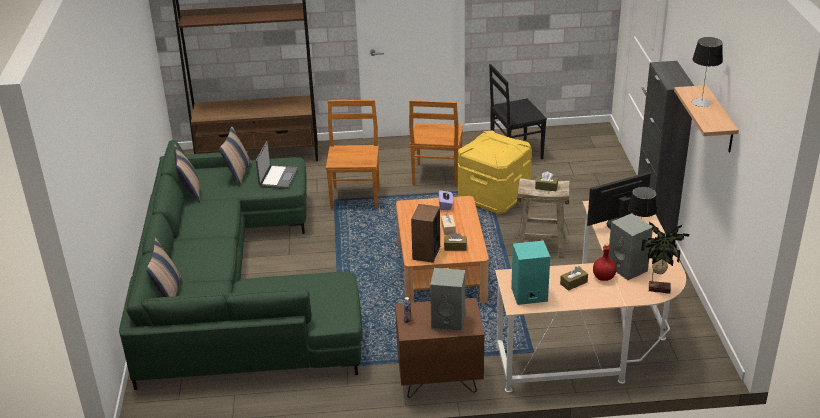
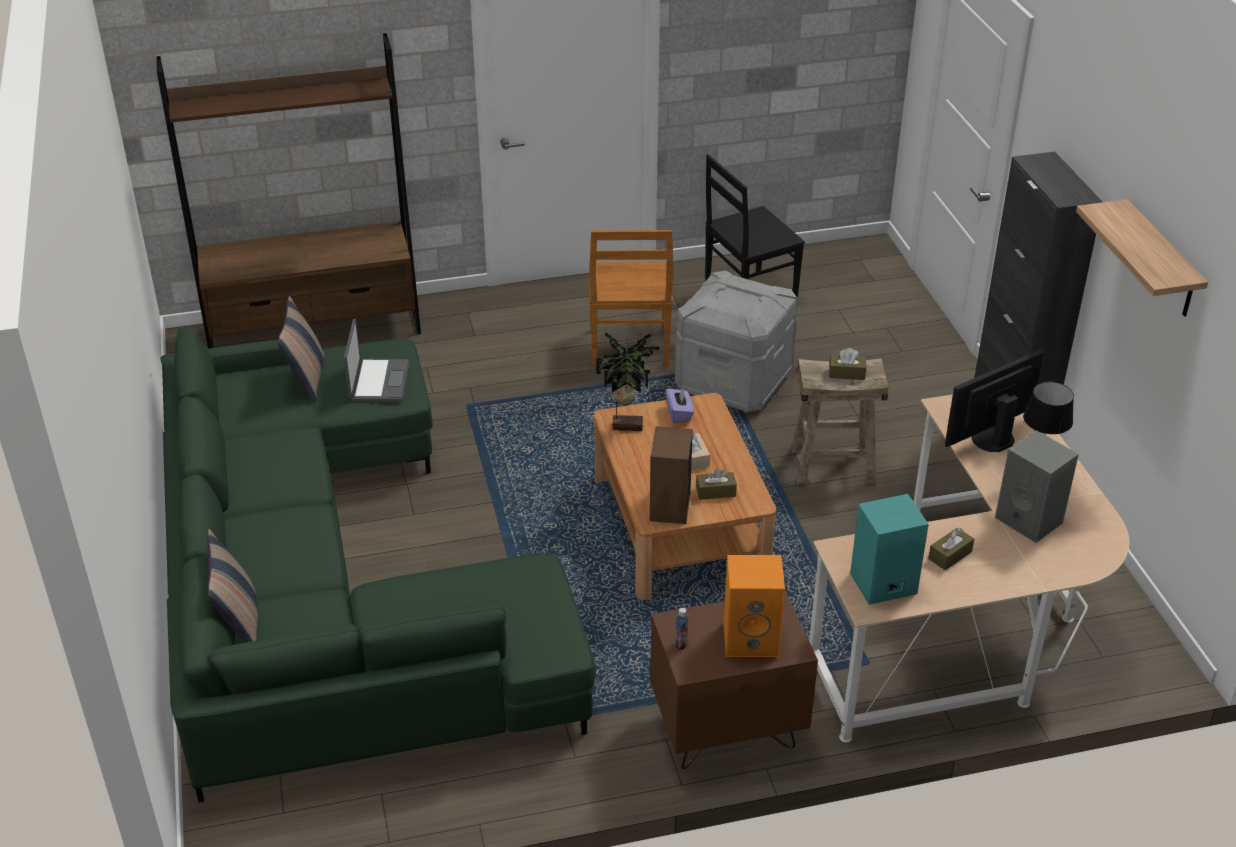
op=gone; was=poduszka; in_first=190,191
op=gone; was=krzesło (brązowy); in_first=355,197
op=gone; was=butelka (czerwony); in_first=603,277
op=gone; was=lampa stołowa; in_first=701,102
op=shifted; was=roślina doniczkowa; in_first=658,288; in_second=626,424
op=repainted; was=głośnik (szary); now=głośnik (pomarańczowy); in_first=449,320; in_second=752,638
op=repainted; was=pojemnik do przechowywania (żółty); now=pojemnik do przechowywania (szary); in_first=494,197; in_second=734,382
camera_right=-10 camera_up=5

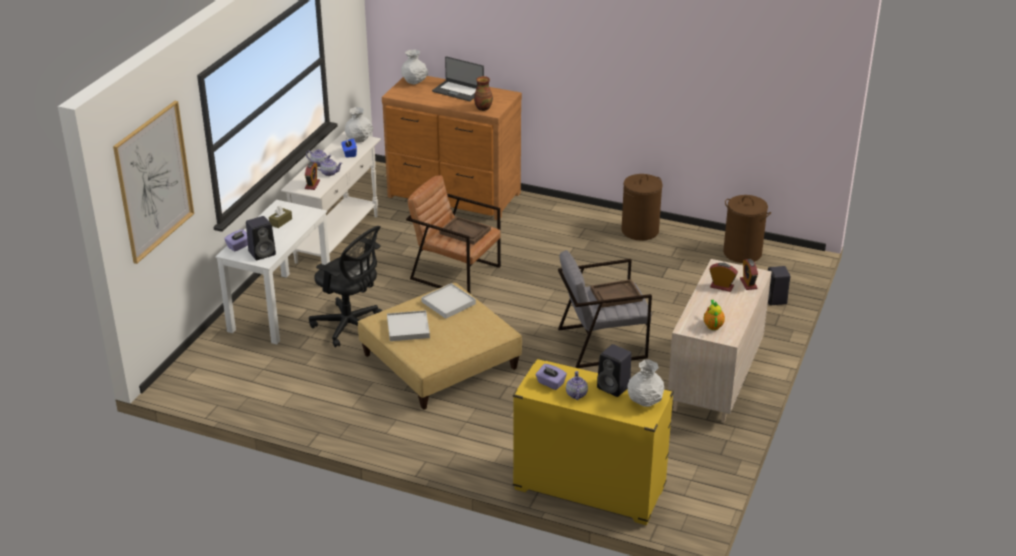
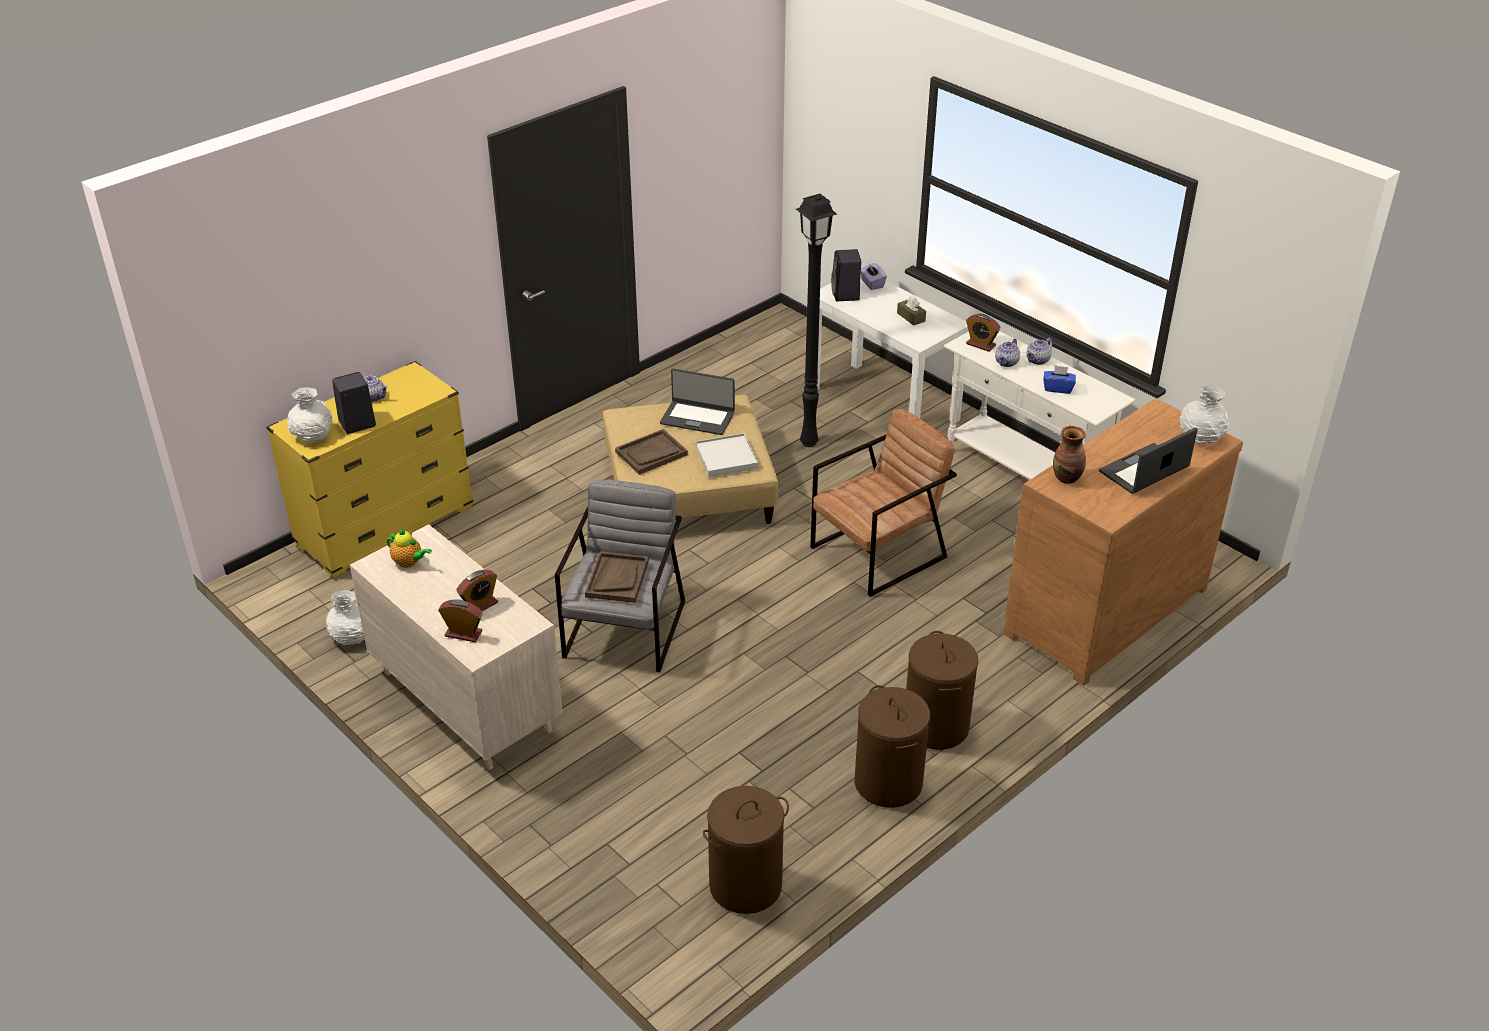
op=gone; was=obraz; in_first=154,181
op=gone; was=pudełko chusteczek (fioletowy); in_first=550,383
op=gone; was=głośnik (czarny); in_first=775,300
op=new; now=kosz na pranie (brązowy); in_second=936,727
op=shifted; was=wazon (biały); in_first=359,139; in_second=351,638
op=shifted; was=taca (brązowy); in_first=465,232; in_second=651,453
op=swapped; was=krzesło biurowe (czarny); now=lampa stojąca (czarny); in_first=350,327; in_second=807,442
op=swapped; was=taca (biały); now=laptop; in_first=408,328; in_second=697,418
camera_right=115 camera_up=5

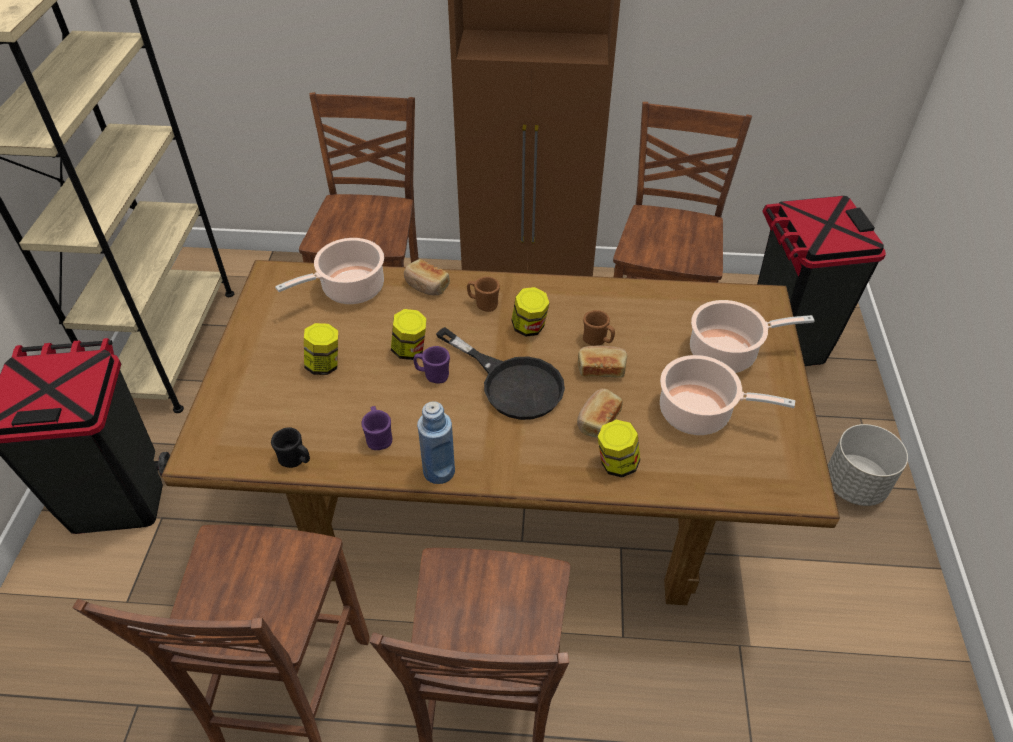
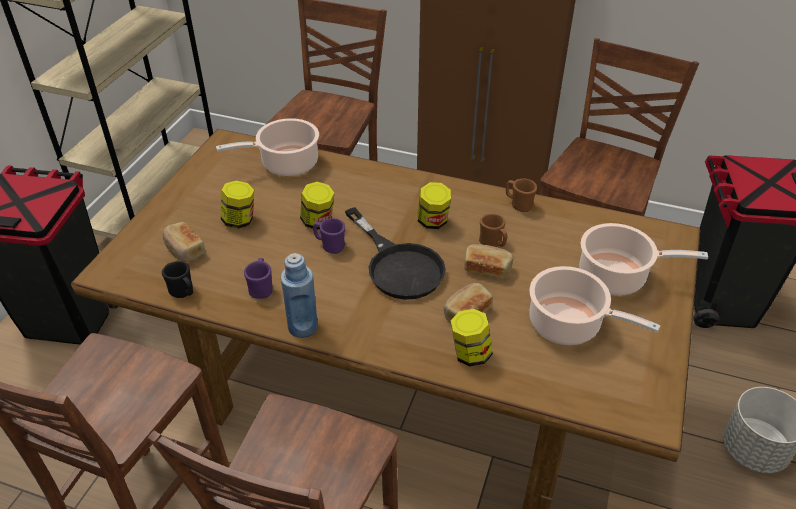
op=shifted; was=chleb; in_first=426,285; in_second=184,250
op=shifted; was=kubek (brązowy); in_first=483,304; in_second=518,205
camera_right=15 camera_up=-5

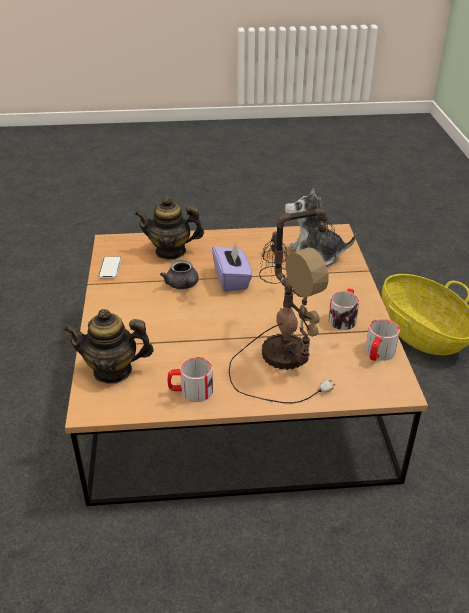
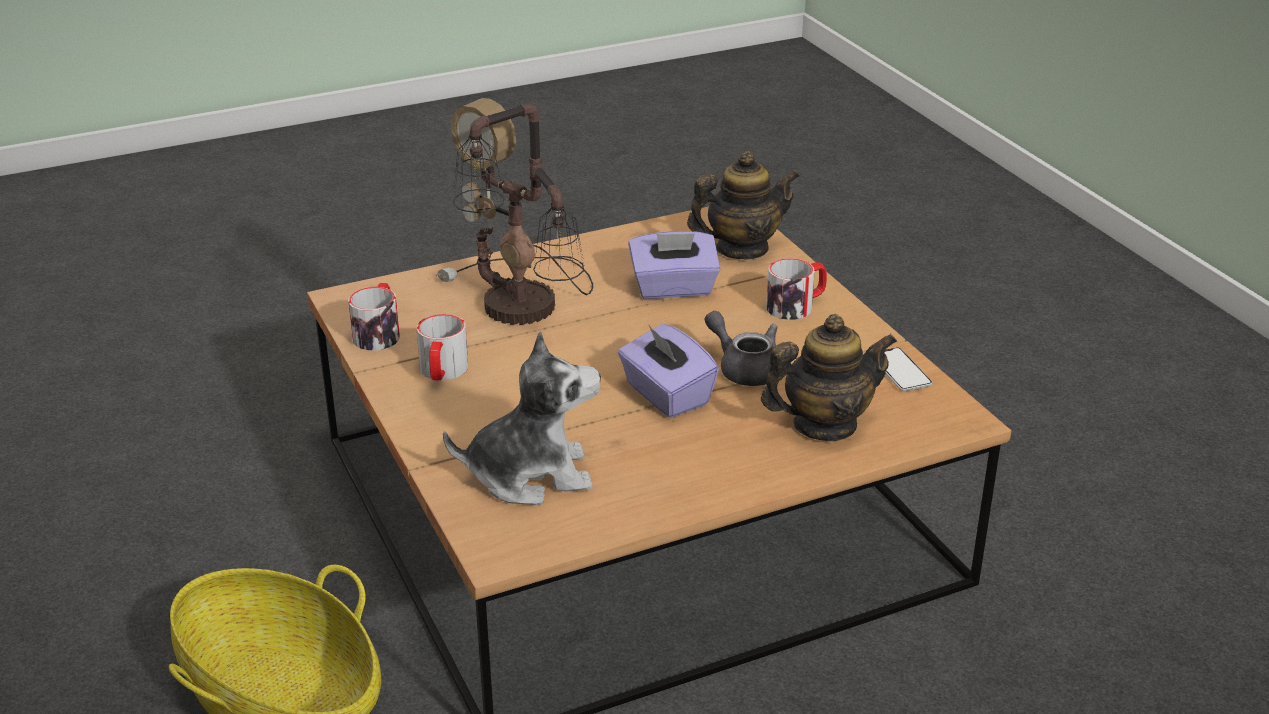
op=new; now=pudełko chusteczek (fioletowy); in_second=673,288
op=shifted; was=kubek; in_first=190,391; in_second=796,306
camera_right=160 camera_up=-5

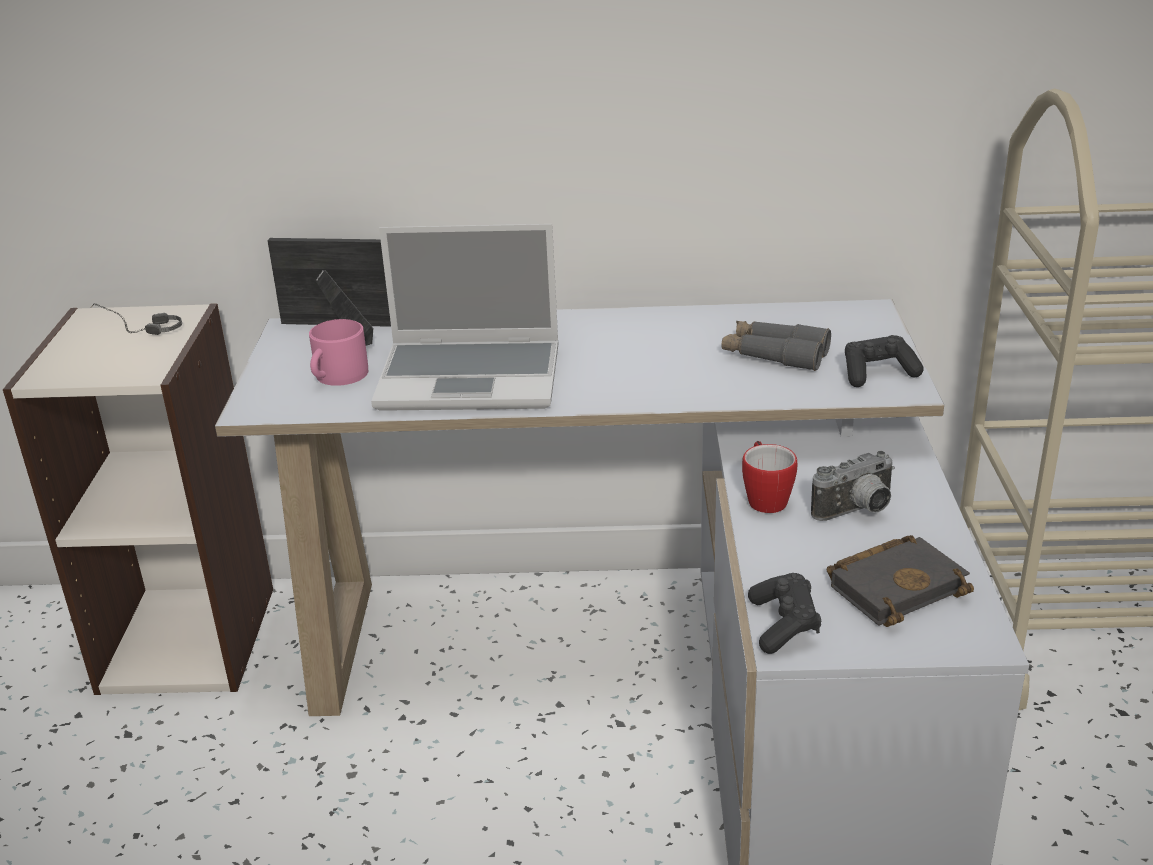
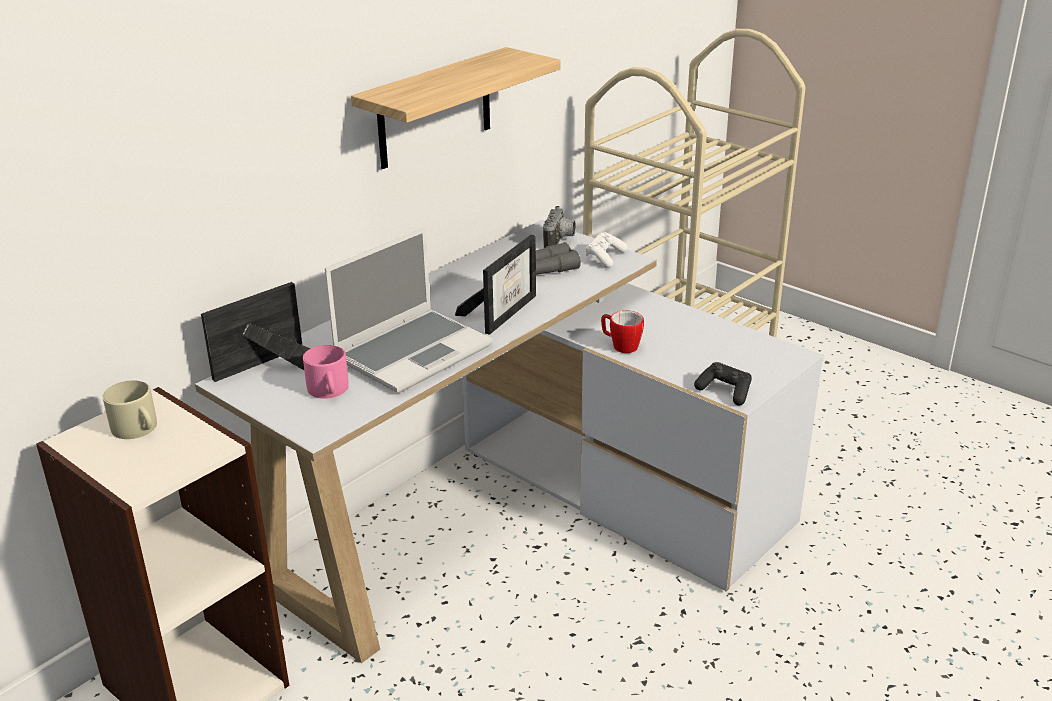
op=gone; was=książka (czarny); in_first=897,585
op=new; now=półka; in_second=435,109
op=new; now=ramka na zdjęcie; in_second=504,311
op=shifted; was=aparat fotograficzny; in_first=857,512; in_second=560,241
op=swapped; was=słuchawki; now=kubek (beżowy); in_first=137,330; in_second=137,428
op=repainted; was=pad do gier (czarny); now=pad do gier (biały); in_first=877,373; in_second=605,258
camera_right=-50 camera_up=0

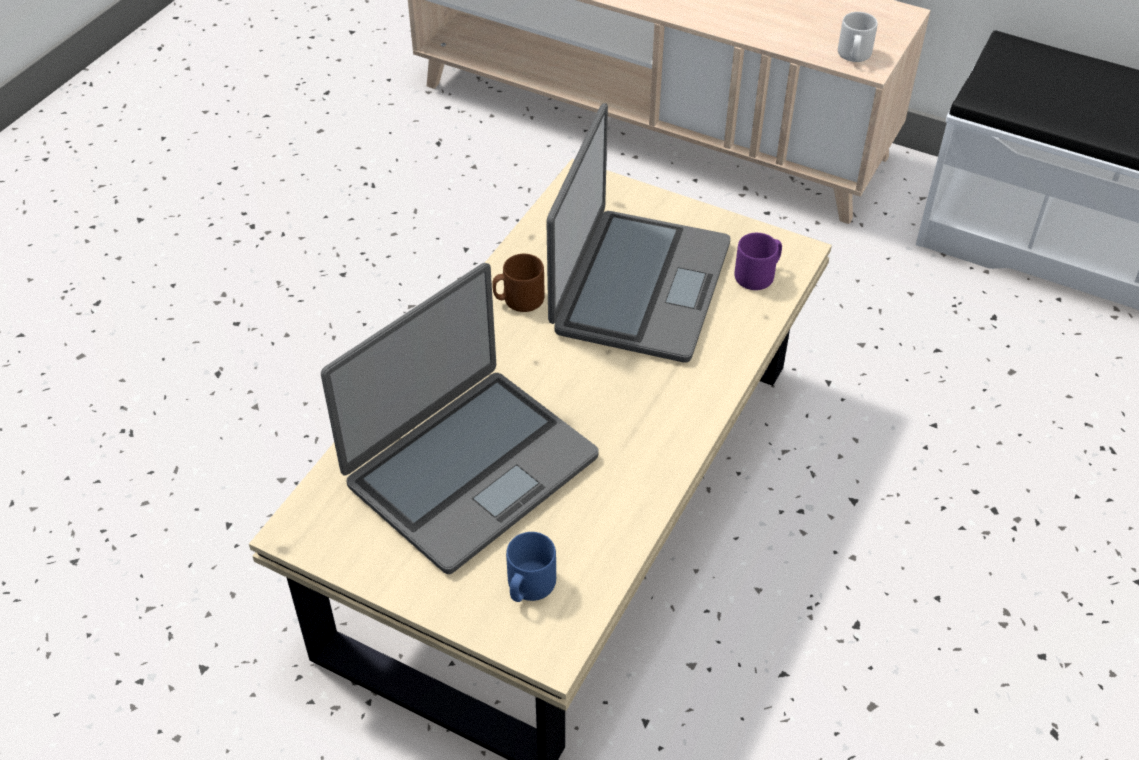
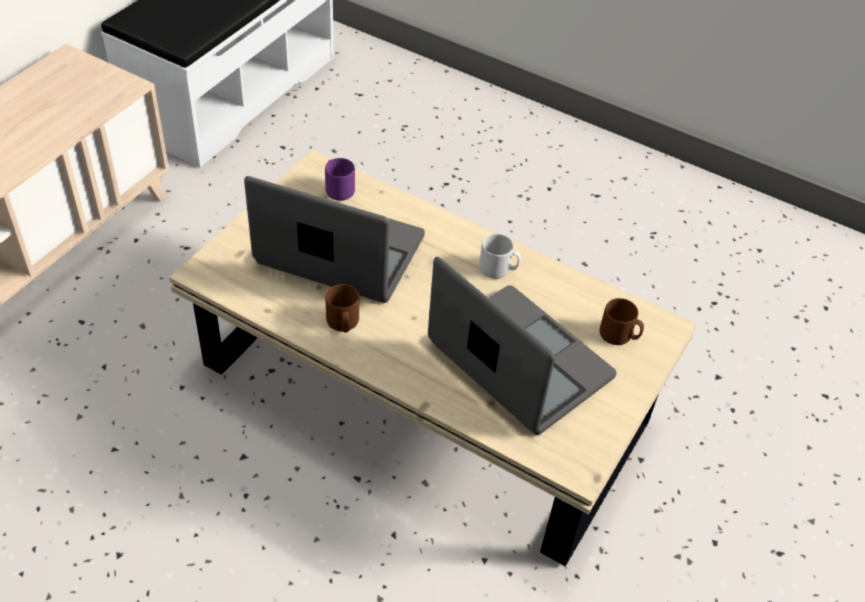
op=shifted; was=kubek (szary); in_first=854,55; in_second=498,269
op=repainted; was=kubek (niebieski); now=kubek (brązowy); in_first=528,586; in_second=619,335
camera_right=-90 camera_up=0

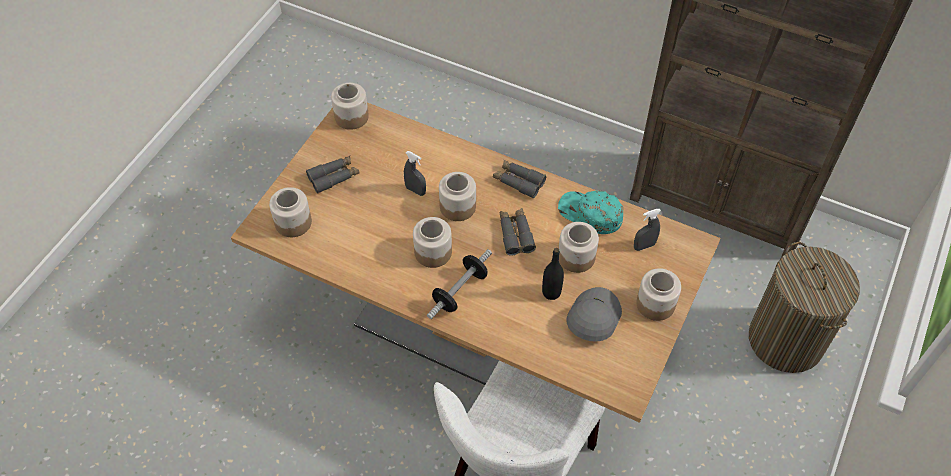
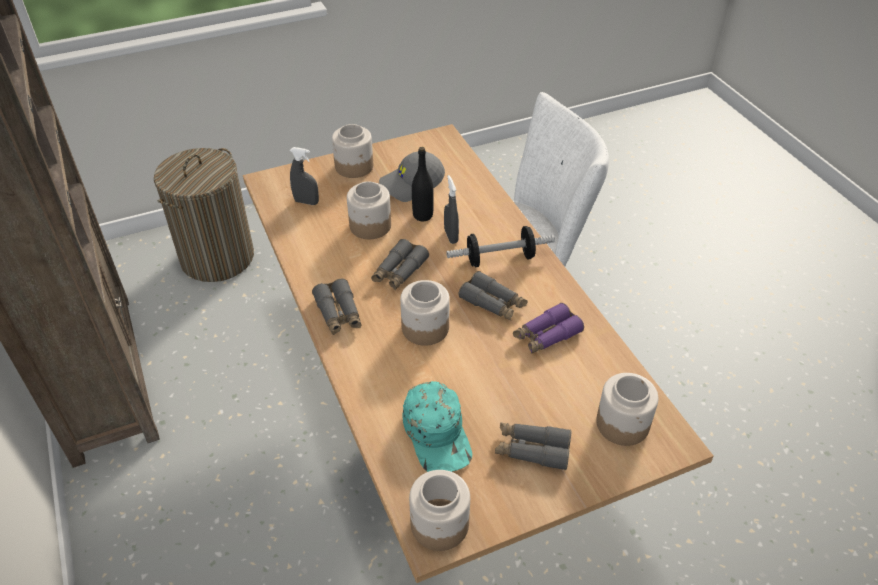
op=new; now=lornetka (fioletowy); in_second=546,335
op=shifted; was=spryskiwacz (szary); in_first=415,190; in_second=451,236
op=shifted; was=czapka z daszkiem (turkusowy); in_first=590,214; in_second=438,434
op=swapped; was=słoik; now=lornetka (szary); in_first=432,252; in_second=493,303
camera_right=-140 camera_up=-10

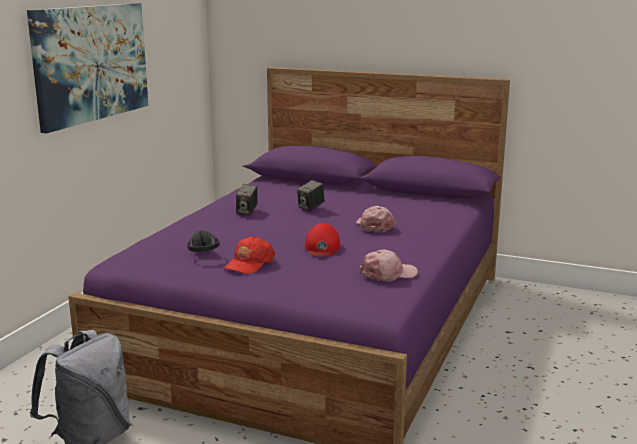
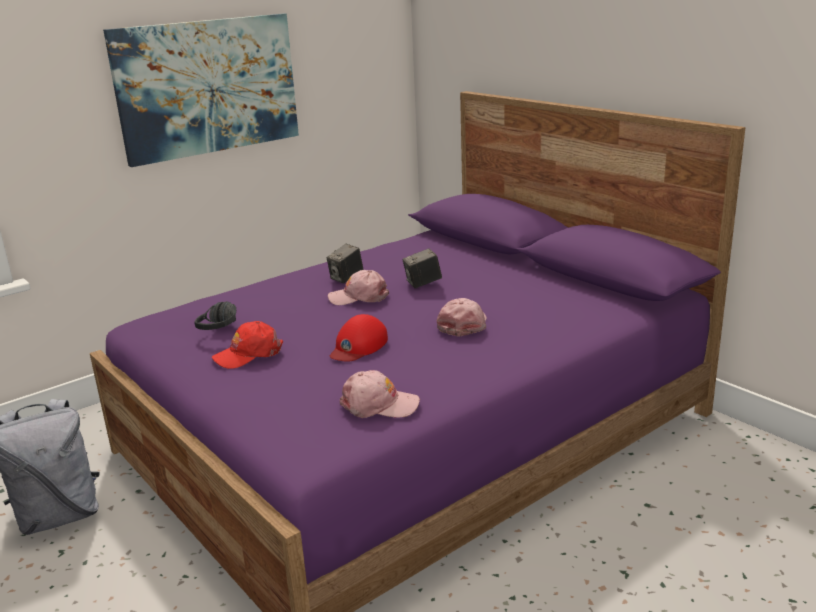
op=new; now=czapka z daszkiem (różowy); in_second=359,297
camera_right=30 camera_up=5

